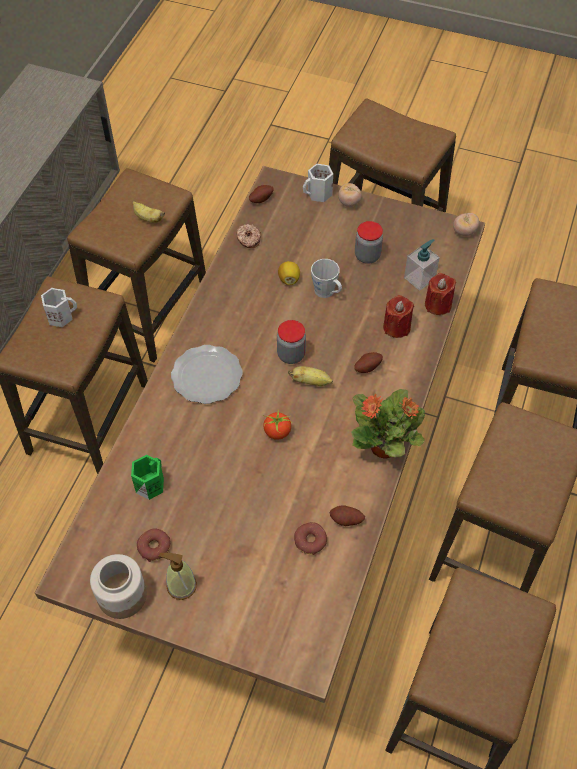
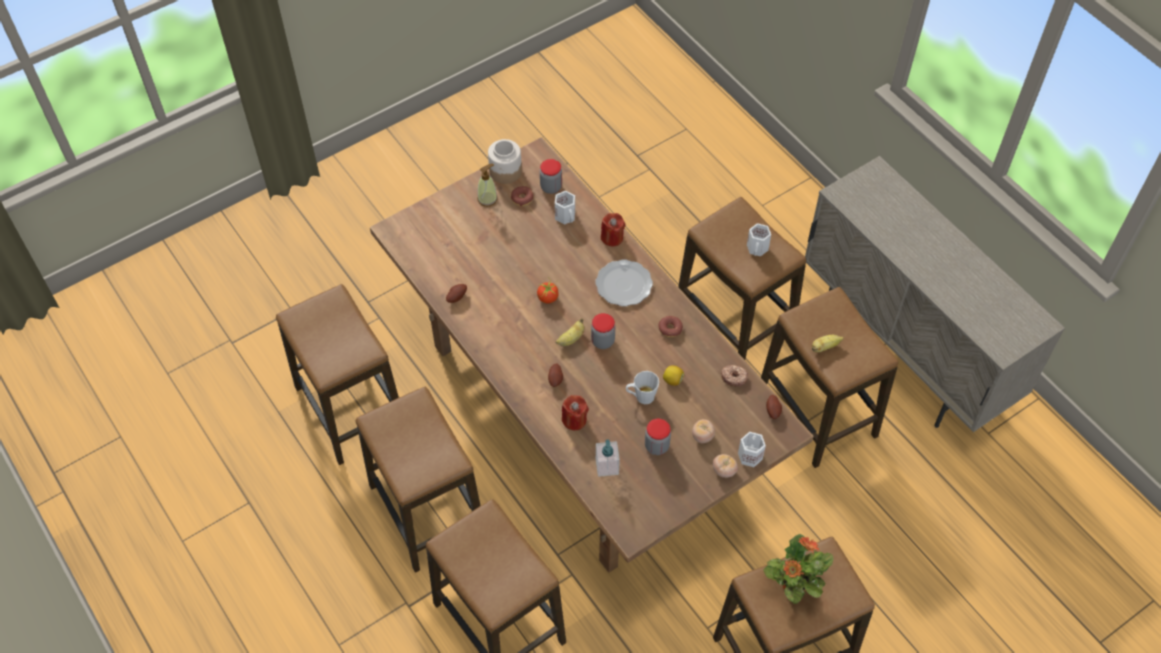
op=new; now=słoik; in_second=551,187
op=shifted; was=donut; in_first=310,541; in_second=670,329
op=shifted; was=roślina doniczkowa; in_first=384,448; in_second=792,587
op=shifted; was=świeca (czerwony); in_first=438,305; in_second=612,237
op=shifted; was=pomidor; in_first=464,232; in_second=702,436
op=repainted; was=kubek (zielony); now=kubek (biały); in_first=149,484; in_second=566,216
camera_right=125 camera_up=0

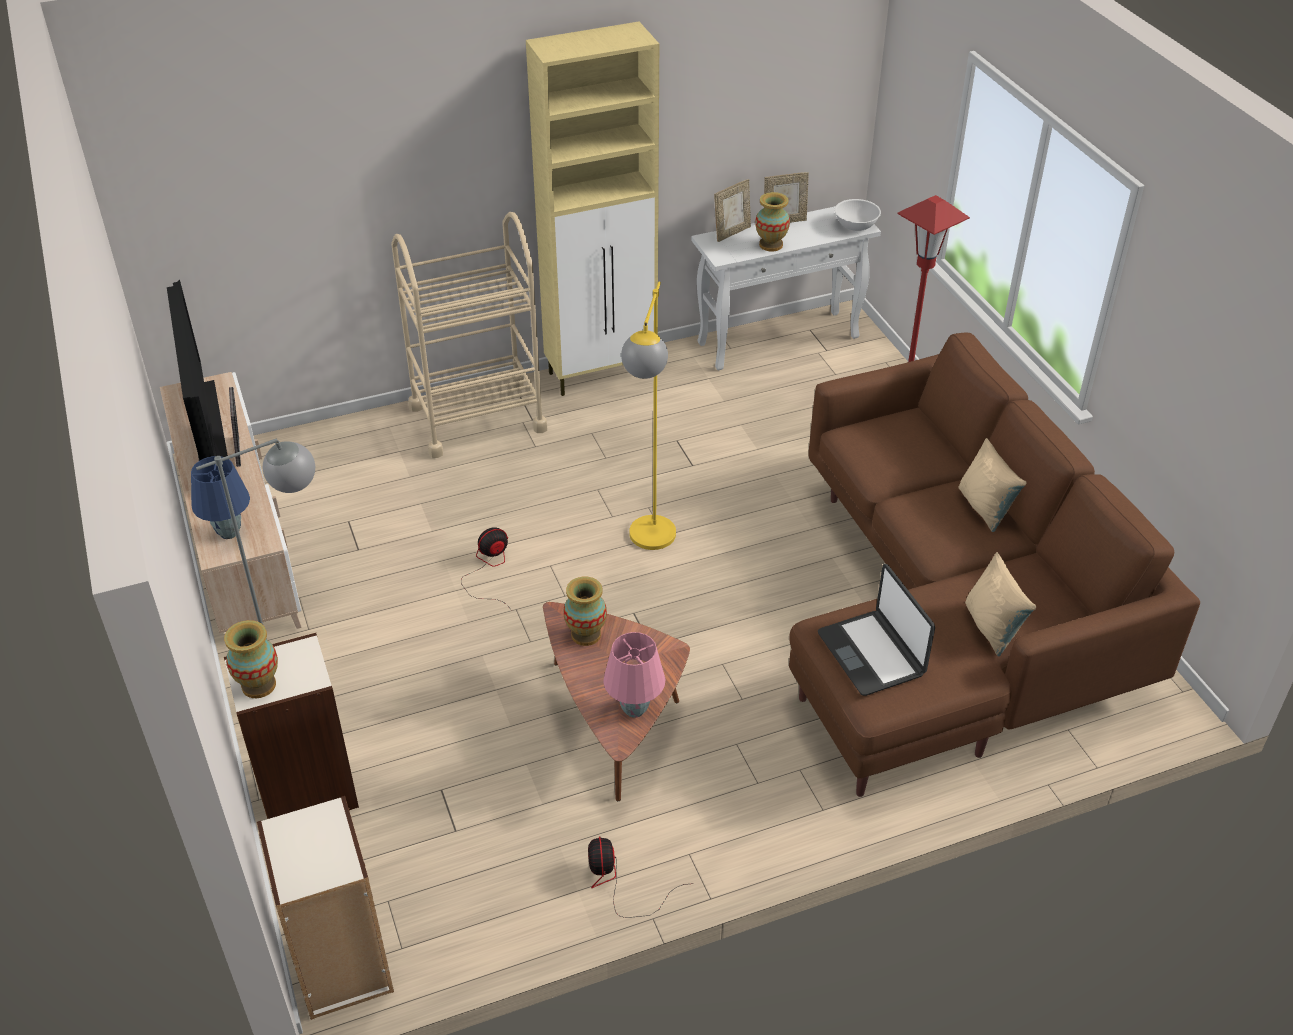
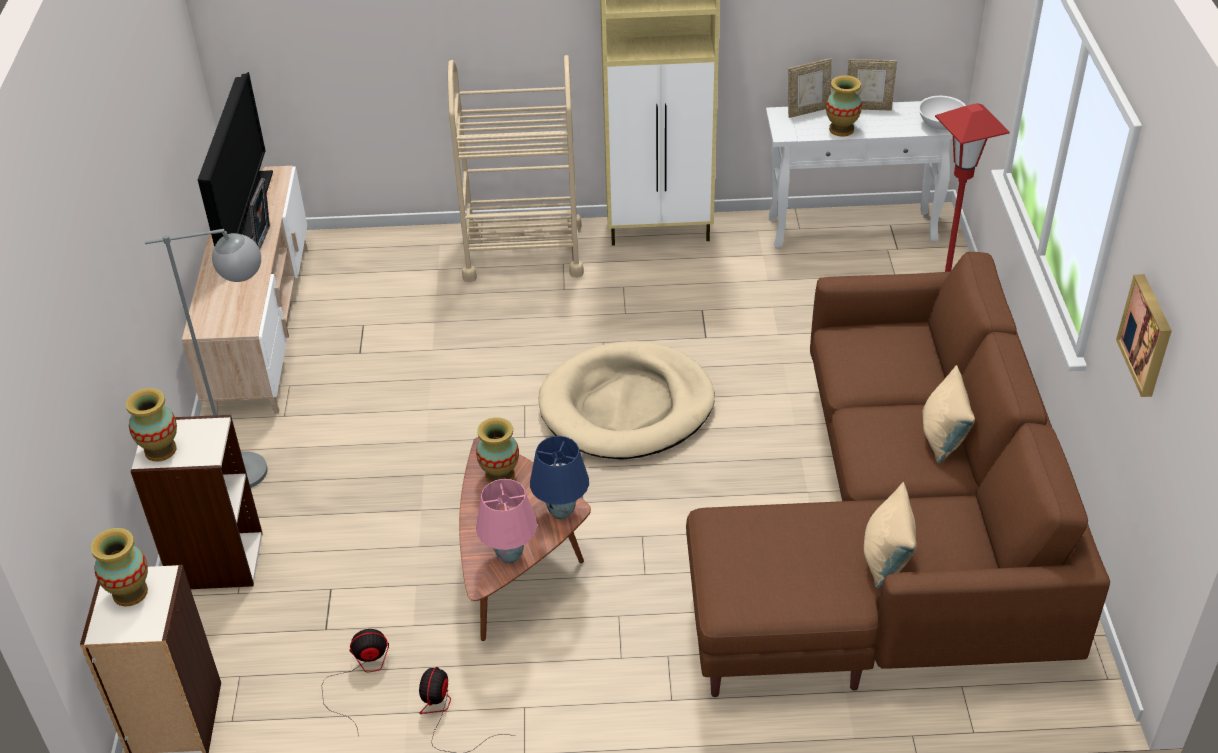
op=gone; was=laptop; in_first=872,653
op=new; now=wazon; in_second=130,593
op=new; now=obraz; in_second=1148,335
op=shifted; was=lampa stołowa (niebieski); in_first=228,533; in_second=560,512
op=shifted; was=wentylator; in_first=489,569; in_second=360,675
op=swapped; was=lampa stojąca (żółty); now=legowisko (beżowy); in_first=649,545; in_second=627,406
camera_right=20 camera_up=0

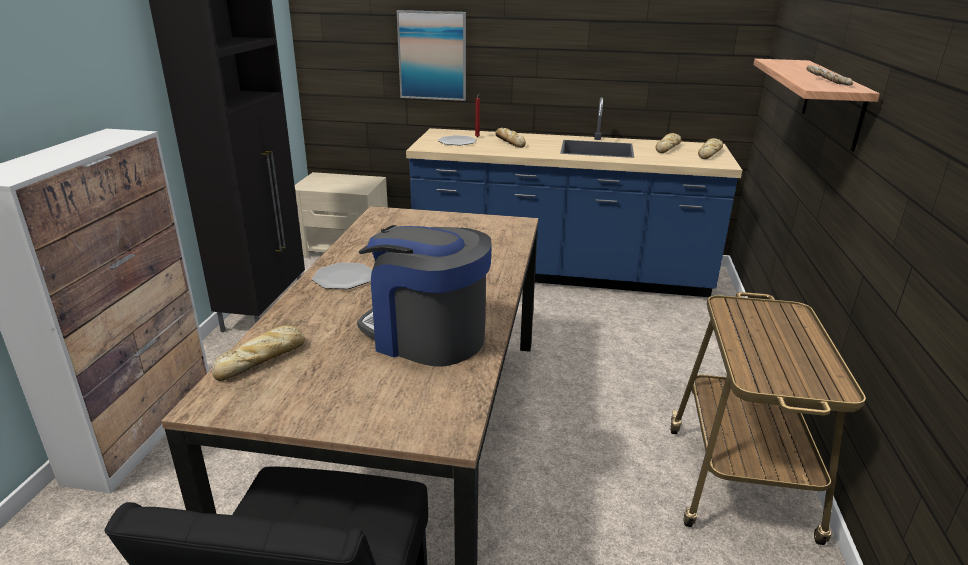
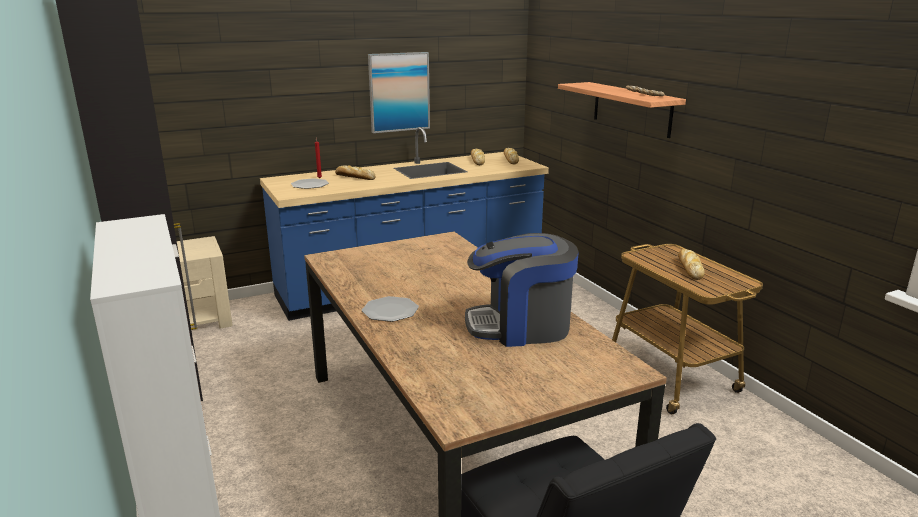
op=shifted; was=chleb; in_first=263,359; in_second=689,268
op=shifted; was=obraz; in_first=432,55; in_second=399,92
camera_right=-35 camera_up=-5

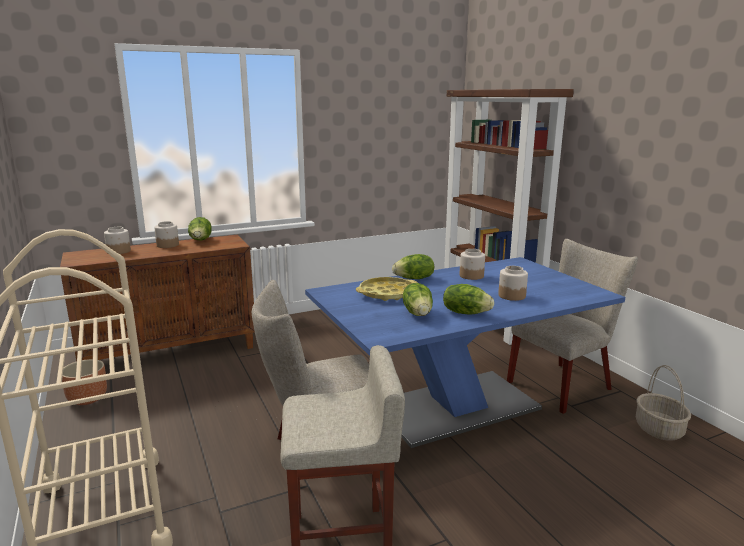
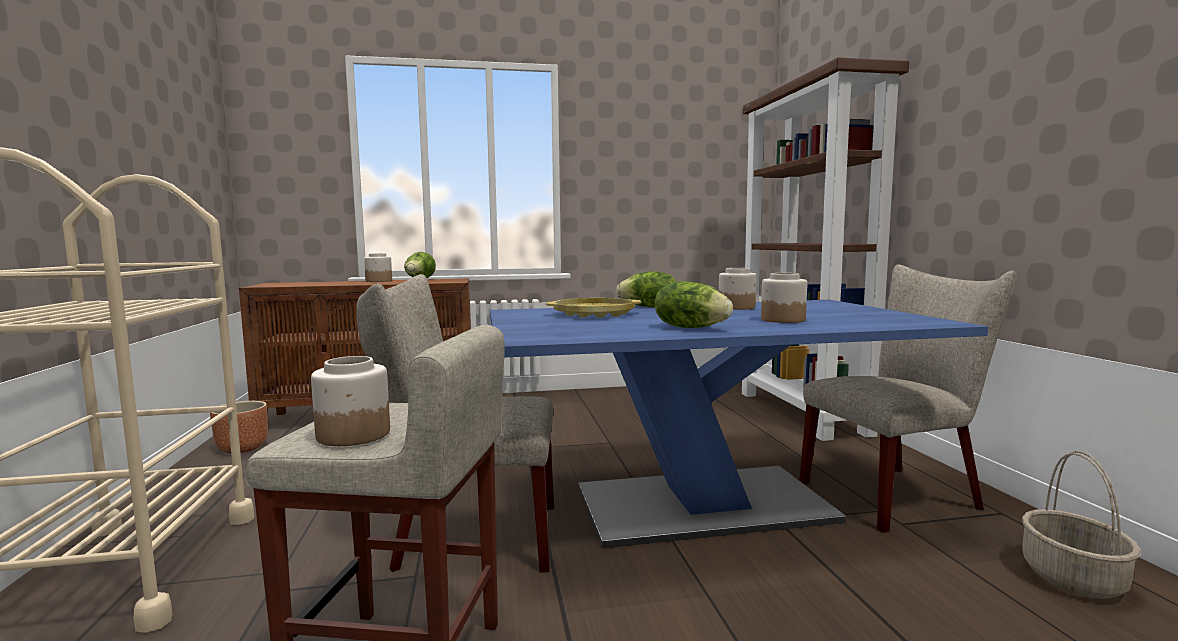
op=gone; was=sałata; in_first=418,313
op=shifted; was=słoik; in_first=118,251; in_second=352,435
camera_right=15 camera_up=-10

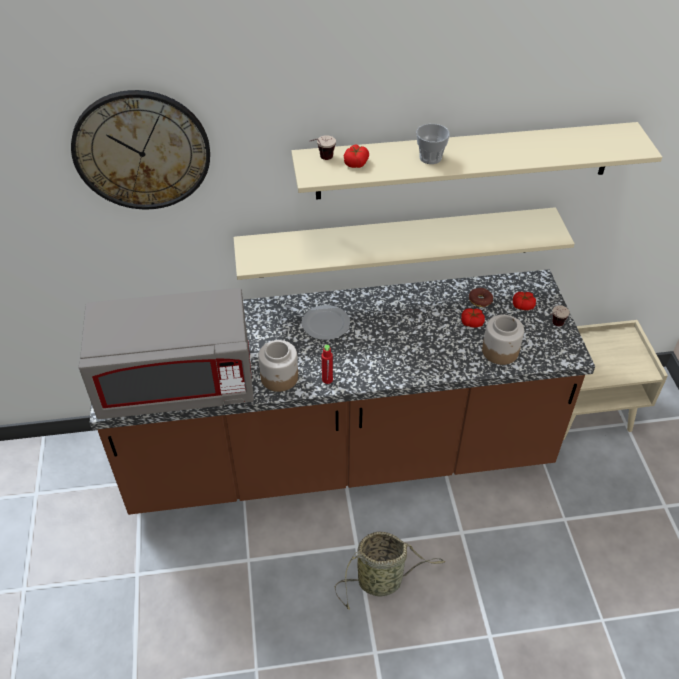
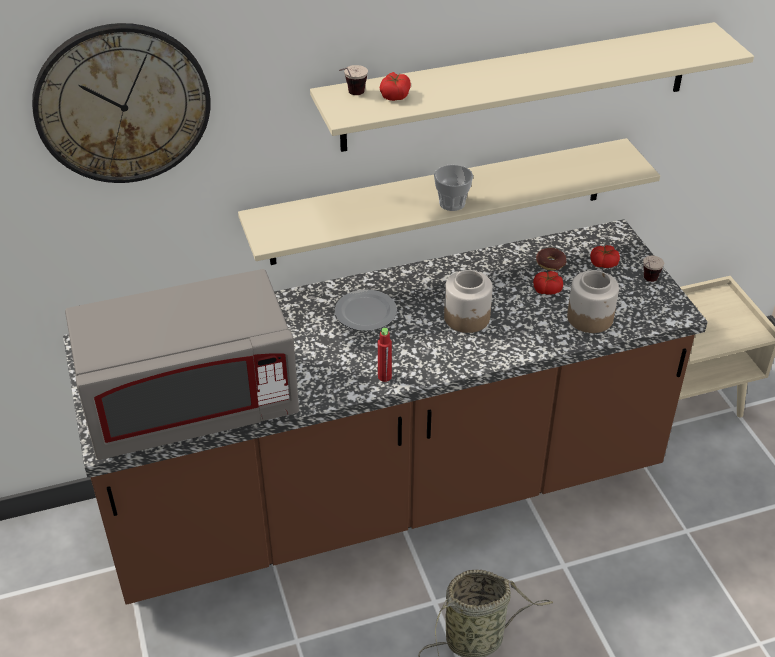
op=shifted; was=słoik; in_first=279,377; in_second=467,318
op=shifted; was=filiżanka; in_first=430,157; in_second=452,203
camera_right=-10 camera_up=-5

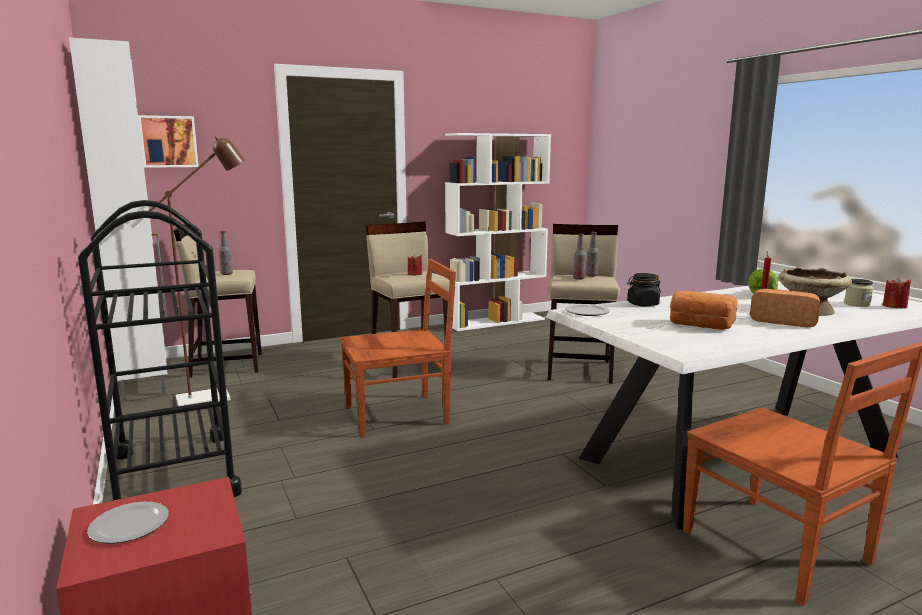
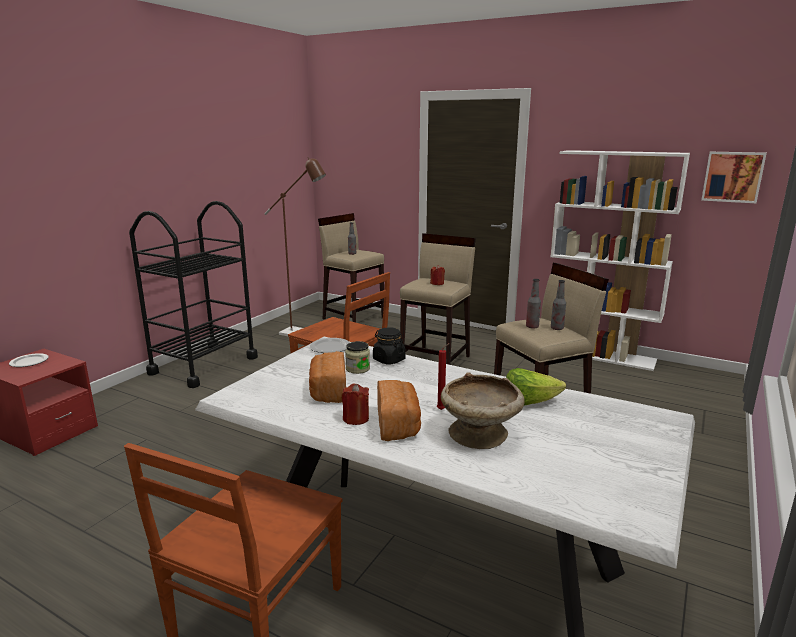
op=gone; was=szafka (biały); in_first=145,382
op=shifted; was=obraz; in_first=168,141; in_second=732,177
op=shifted; was=słoik; in_first=857,304; in_second=357,369
op=shifted; was=świeca (czerwony); in_first=894,306; in_second=356,419
camera_right=55 camera_up=5

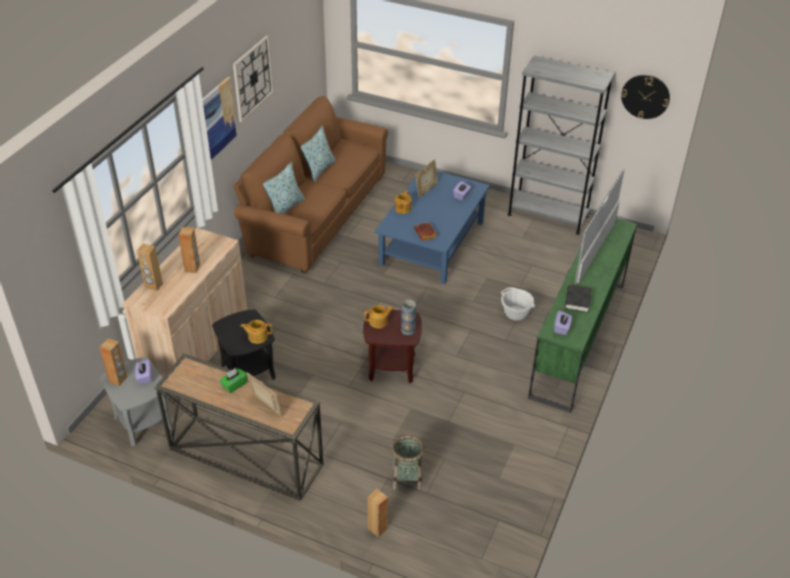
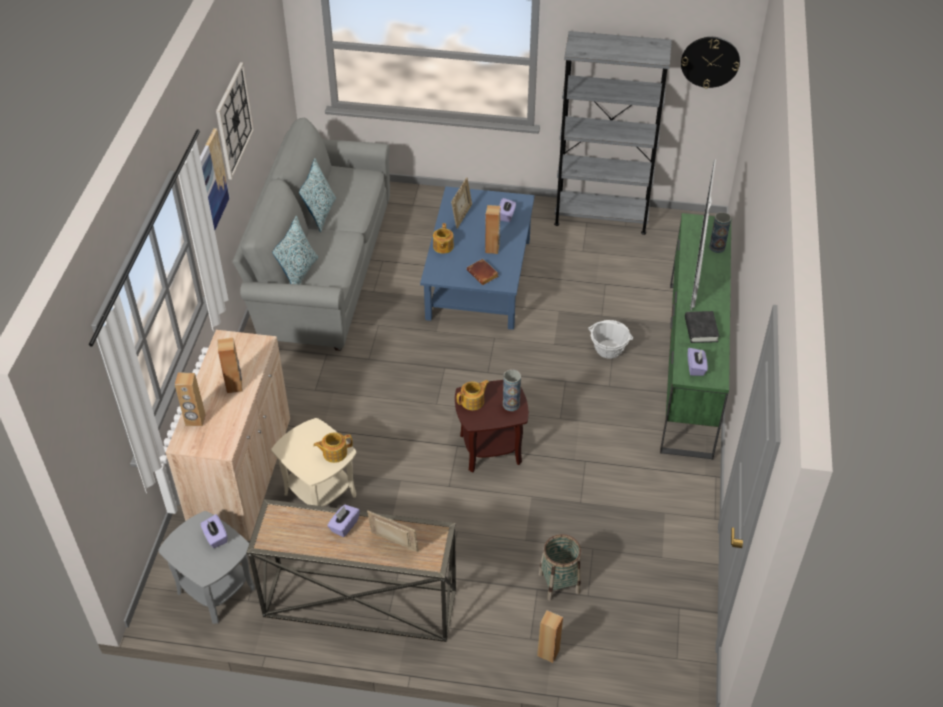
op=new; now=wazon; in_second=717,247
op=shifted; was=głośnik (brązowy); in_first=118,379; in_second=492,248
op=repainted; was=stolik (czarny); now=stolik (beżowy); in_first=248,372; in_second=320,494
op=repainted; was=pudełko chusteczek (zielony); now=pudełko chusteczek (fioletowy); in_first=234,385; in_second=344,526
op=repainted; was=kanapa (brązowy); now=kanapa (szary); in_first=314,214; in_second=321,268
camera_right=-15 camera_up=5

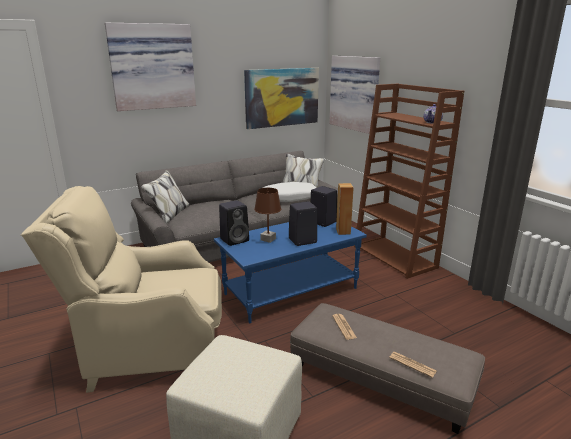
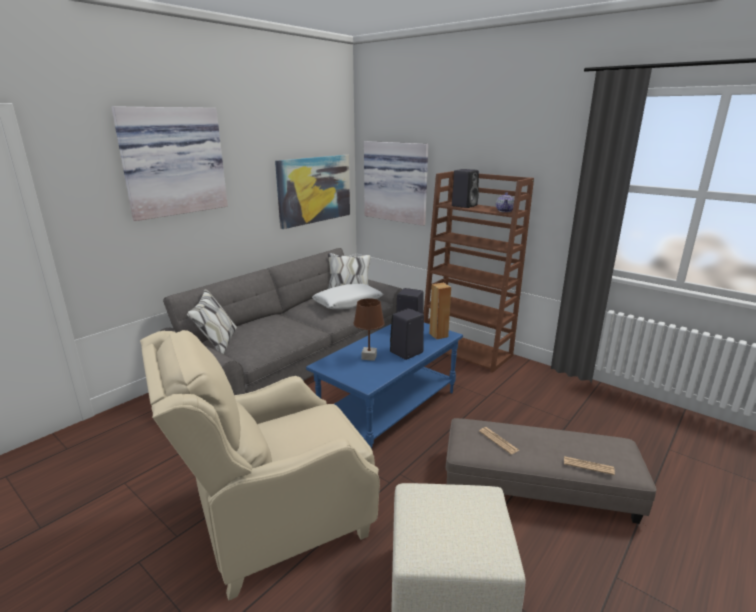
op=shifted; was=głośnik (czarny); in_first=235,240; in_second=464,205
camera_right=-20 camera_up=0

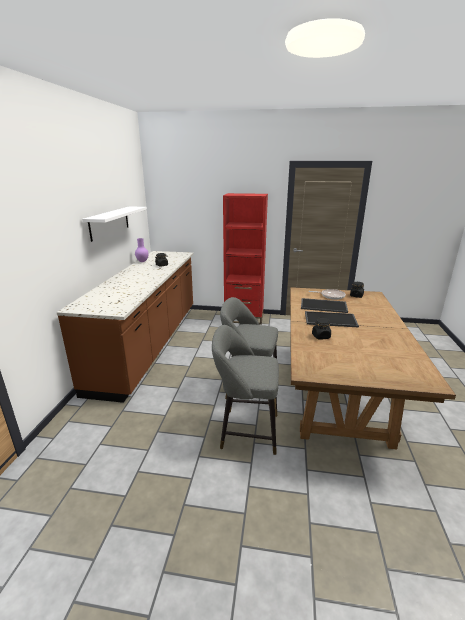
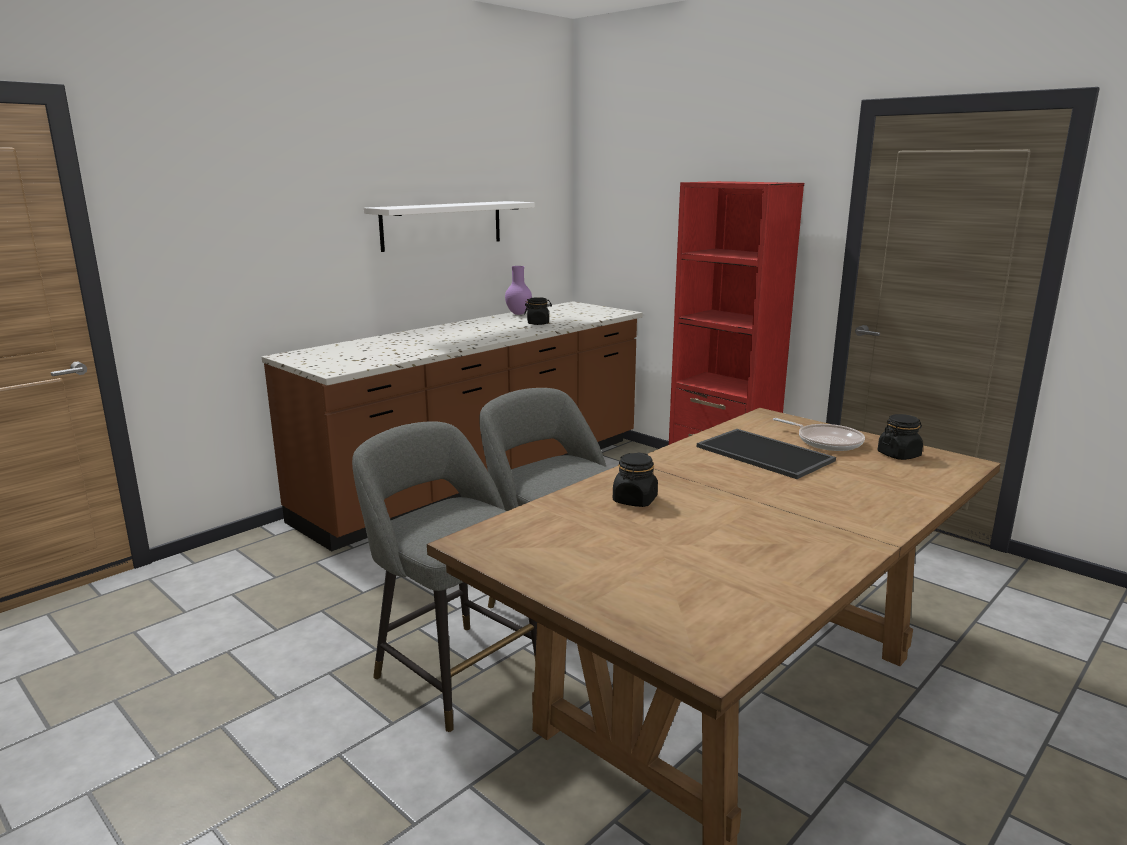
op=gone; was=taca; in_first=330,320
camera_right=35 camera_up=-5

